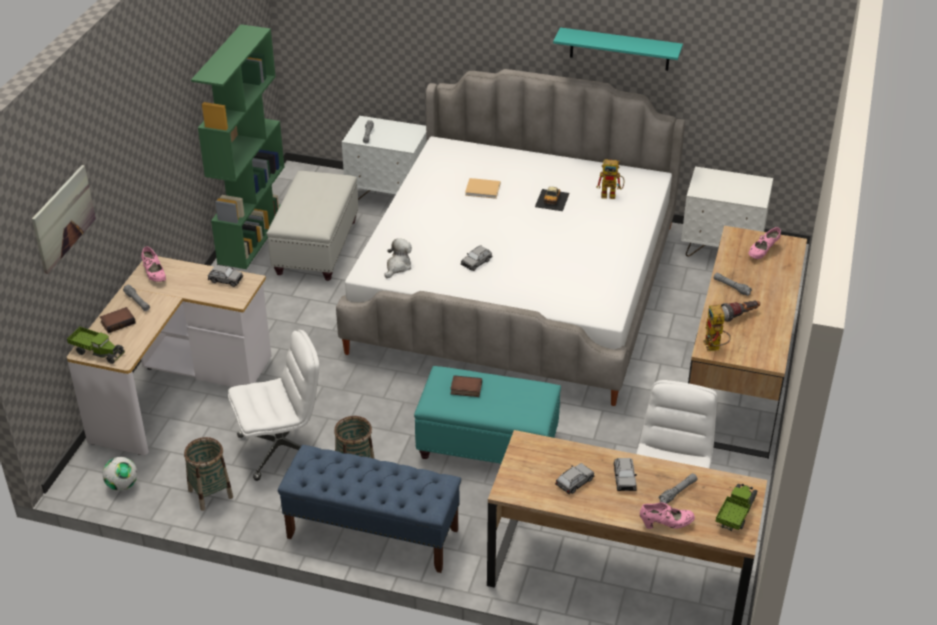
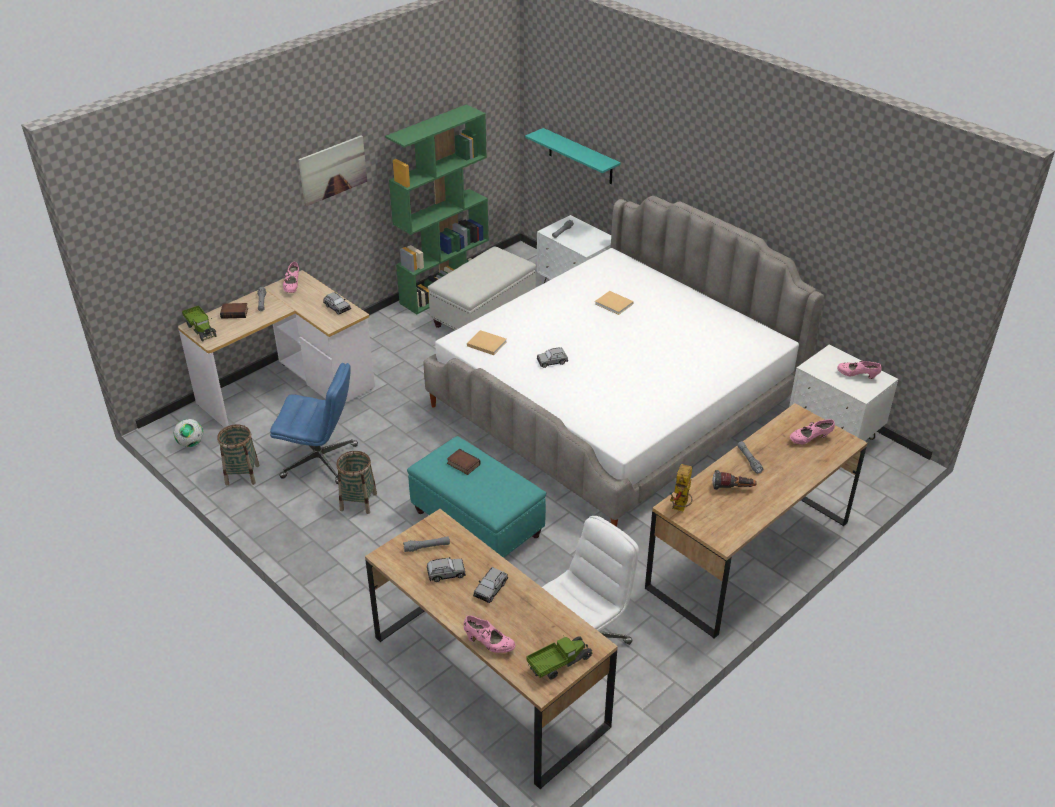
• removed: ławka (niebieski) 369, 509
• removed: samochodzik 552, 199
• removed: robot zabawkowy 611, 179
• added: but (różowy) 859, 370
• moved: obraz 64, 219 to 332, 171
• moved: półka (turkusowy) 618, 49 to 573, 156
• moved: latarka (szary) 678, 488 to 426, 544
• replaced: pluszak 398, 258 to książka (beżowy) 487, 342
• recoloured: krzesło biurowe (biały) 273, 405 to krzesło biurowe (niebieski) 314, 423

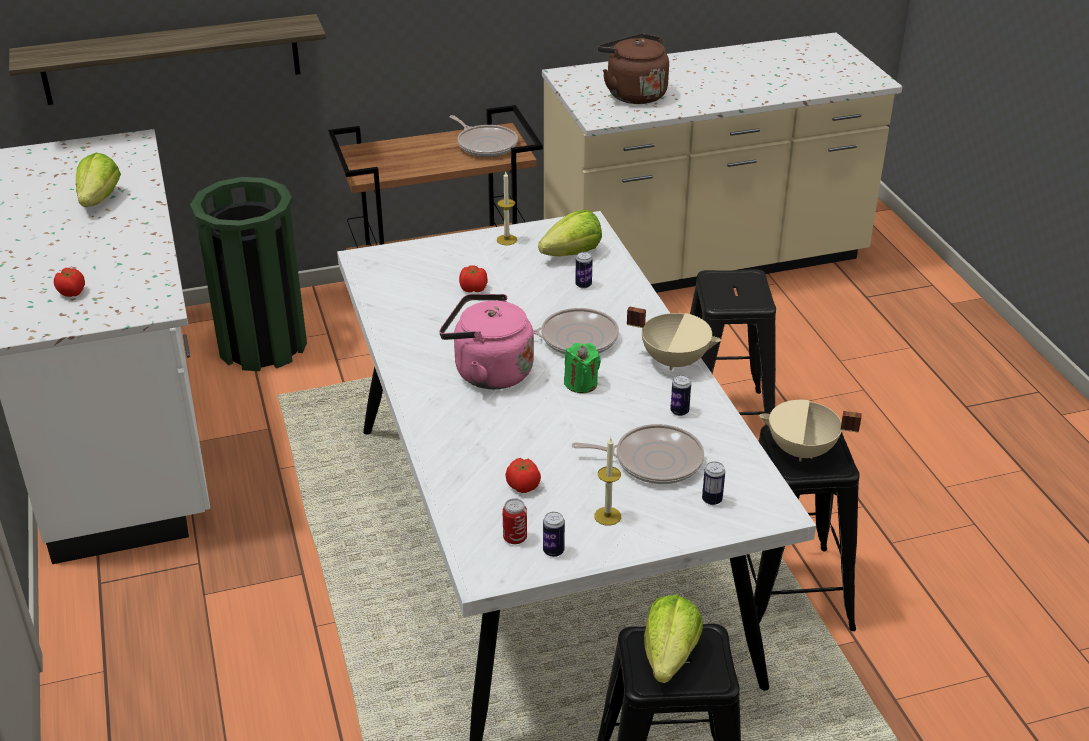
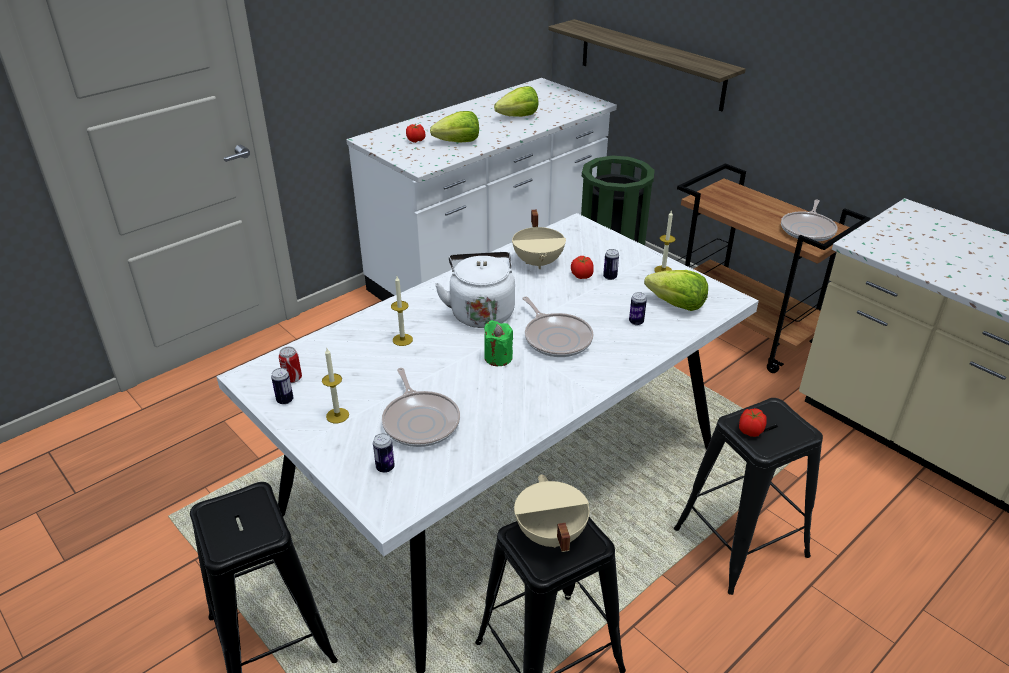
• removed: czajnik (brązowy) 633, 69
• added: świeca 402, 311
• moved: pomidor 523, 475 to 753, 422
• moved: garnek (beżowy) 674, 338 to 539, 239
• moved: sałata 673, 639 to 454, 127
• moved: puszka 680, 395 to 611, 264
• recoloured: czajnik (różowy) 486, 341 to czajnik (biały) 475, 290

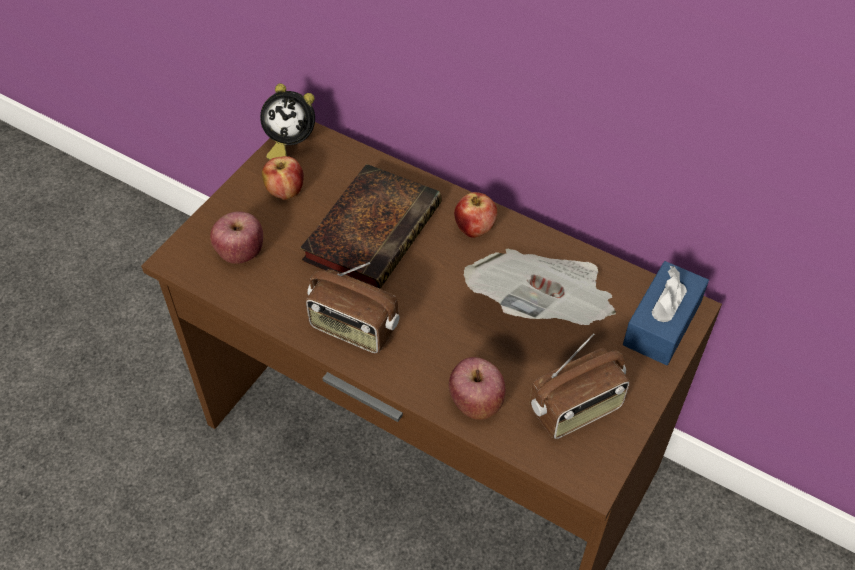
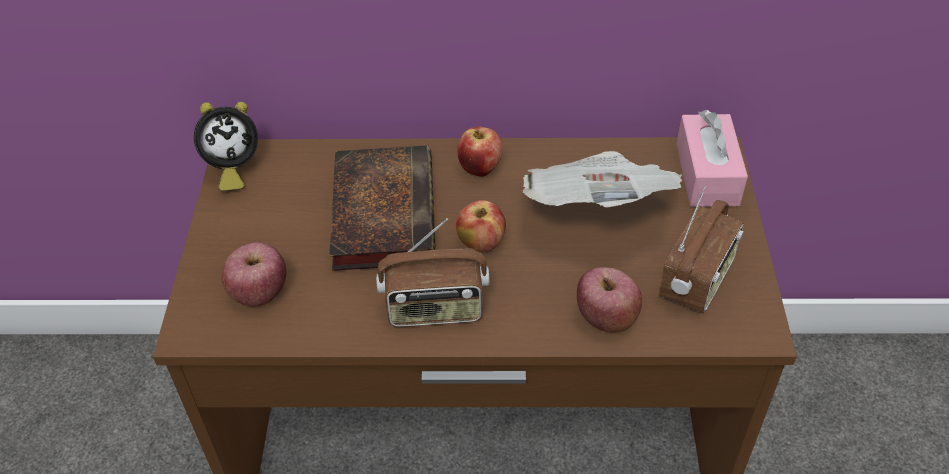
• moved: jabłko 283, 178 to 481, 226
• recoloured: pudełko chusteczek (niebieski) 666, 313 to pudełko chusteczek (różowy) 712, 158

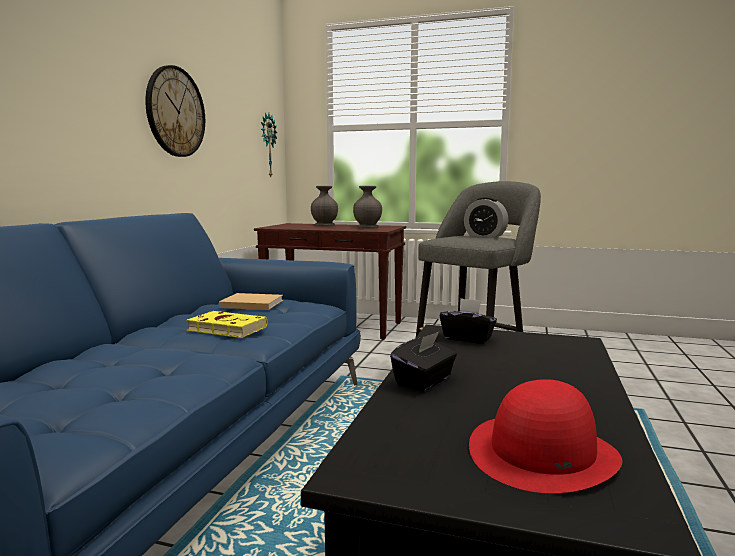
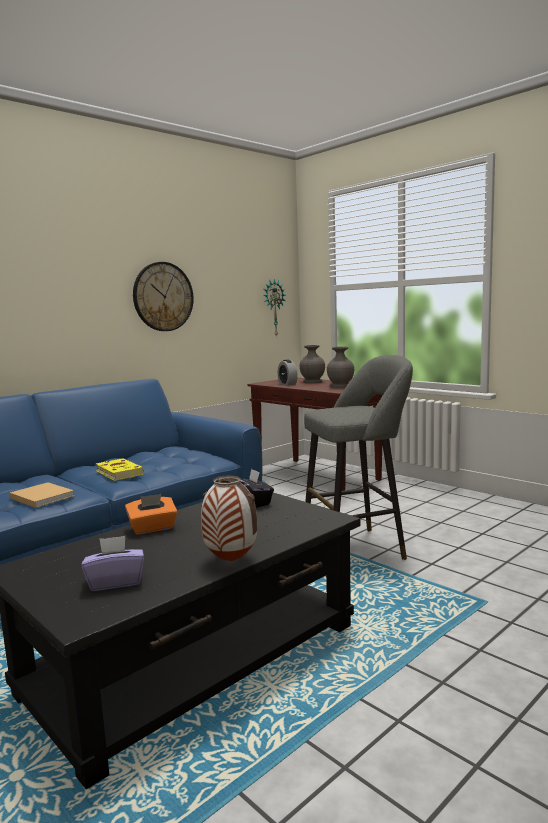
• added: wazon 229, 518
• moved: książka (beżowy) 251, 301 to 42, 495
• moved: budzik 486, 217 to 288, 372
• replaced: kapelusz (czerwony) 545, 436 to pudełko chusteczek (fioletowy) 112, 563
• recoloured: pudełko chusteczek (czarny) 423, 362 to pudełko chusteczek (pomarańczowy) 151, 514

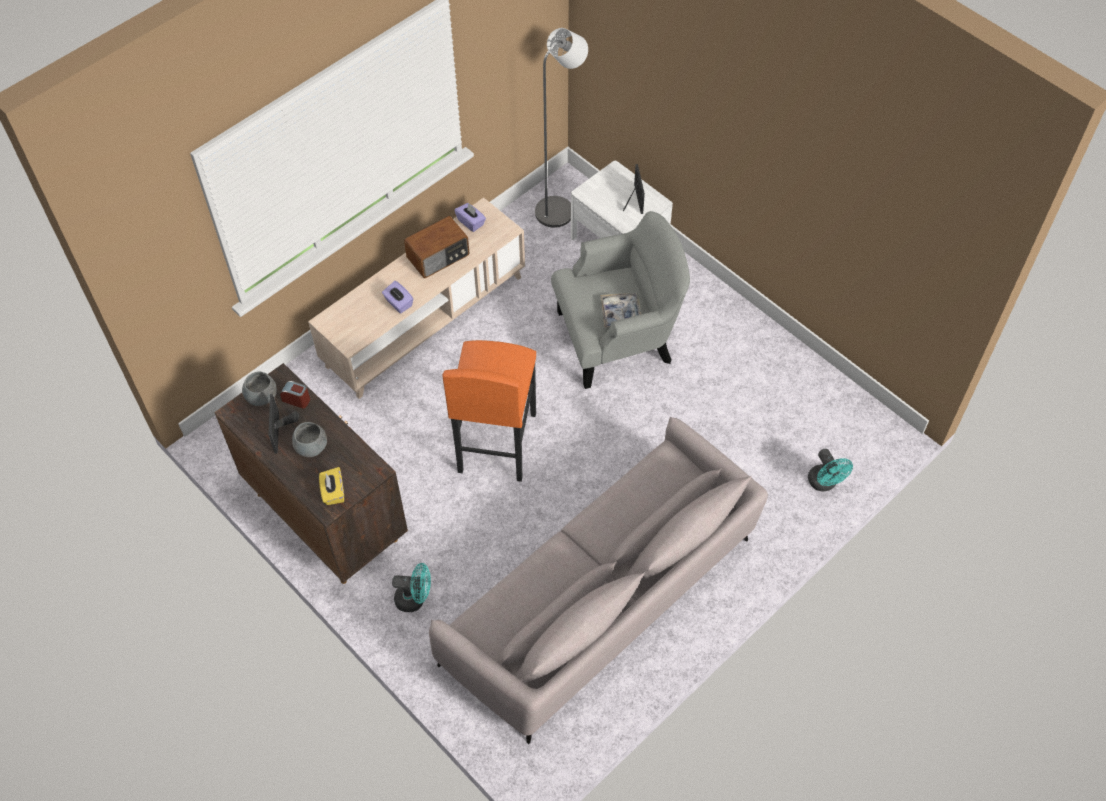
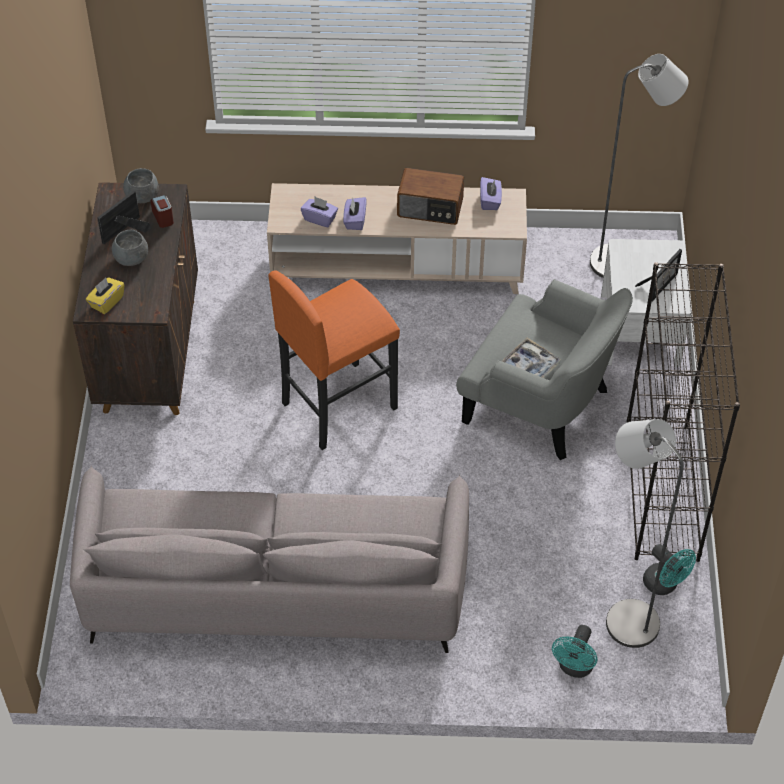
• added: pudełko chusteczek (fioletowy) 319, 212
• added: lampa stojąca (szary) 645, 533
• added: regał (czarny) 683, 412
• moved: wentylator (turkusowy) 411, 587 to 669, 569

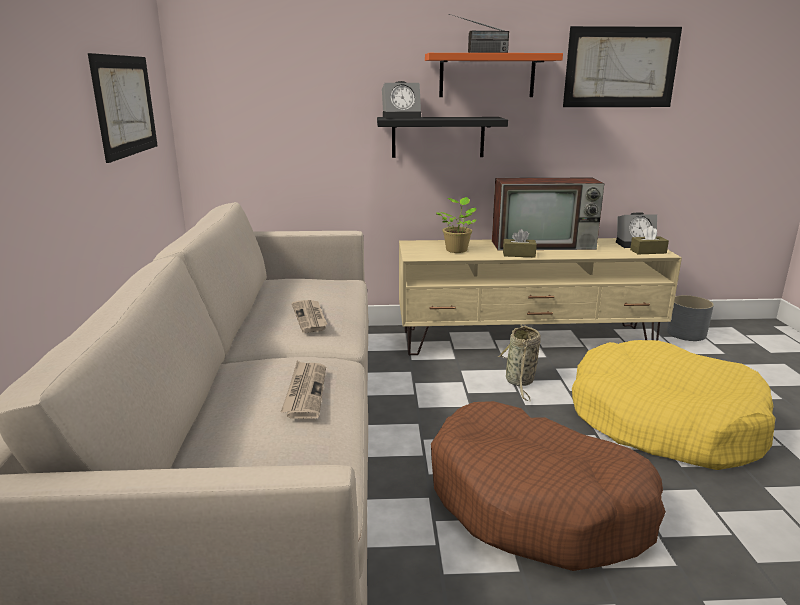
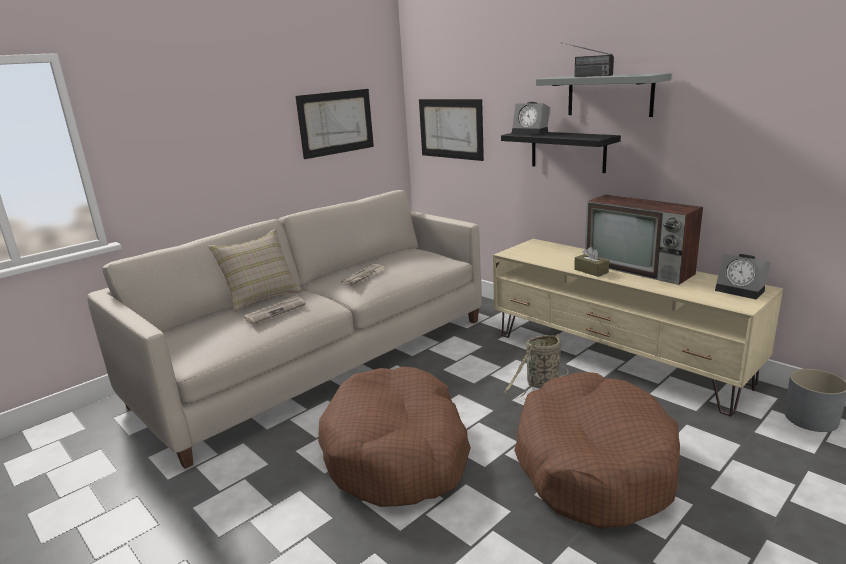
• removed: roślina doniczkowa 456, 225
• removed: pudełko chusteczek (brązowy) 649, 240
• added: poduszka (beżowy) 255, 270
• moved: obraz 622, 66 to 451, 130
• recoloured: półka (pomarańczowy) 494, 75 to półka (szary) 604, 95
• recoloured: legowisko (żółty) 673, 405 to legowisko (brązowy) 597, 450

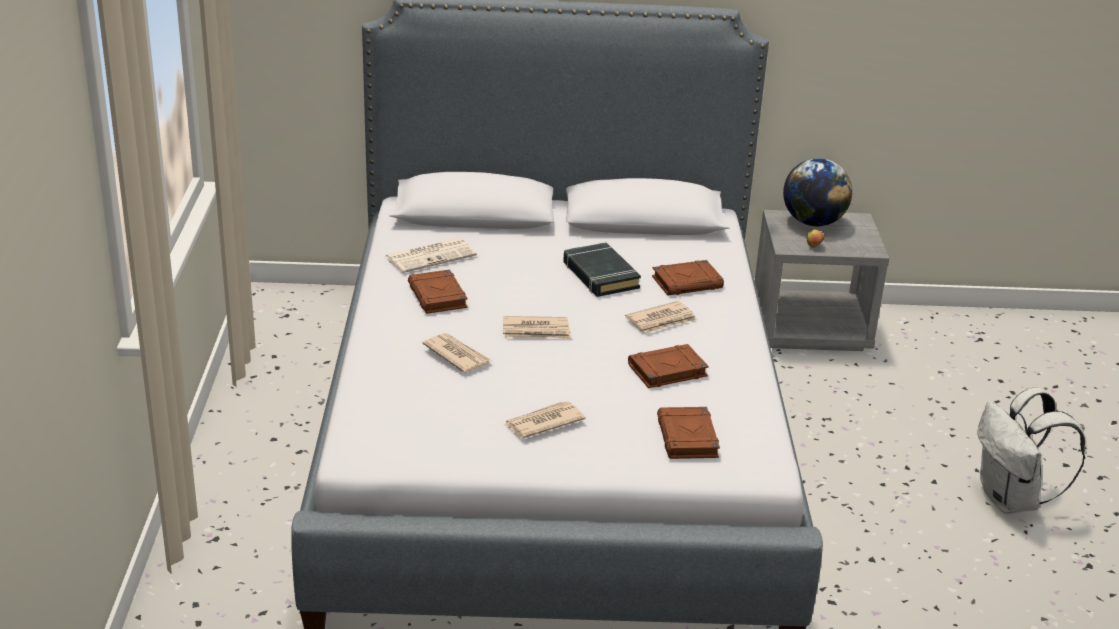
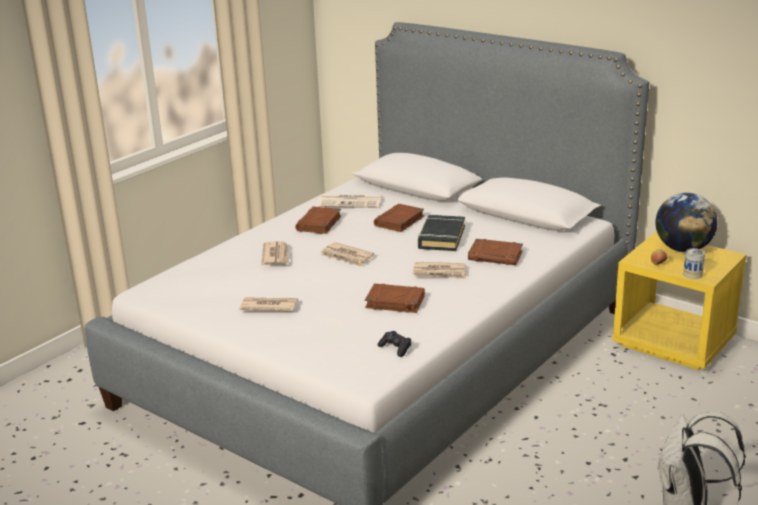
• added: pad do gier (czarny) 394, 344
• added: puszka 694, 263
• moved: książka (brązowy) 688, 433 to 399, 218
• recoloured: szafka nocna (szary) 822, 280 to szafka nocna (żółty) 679, 301

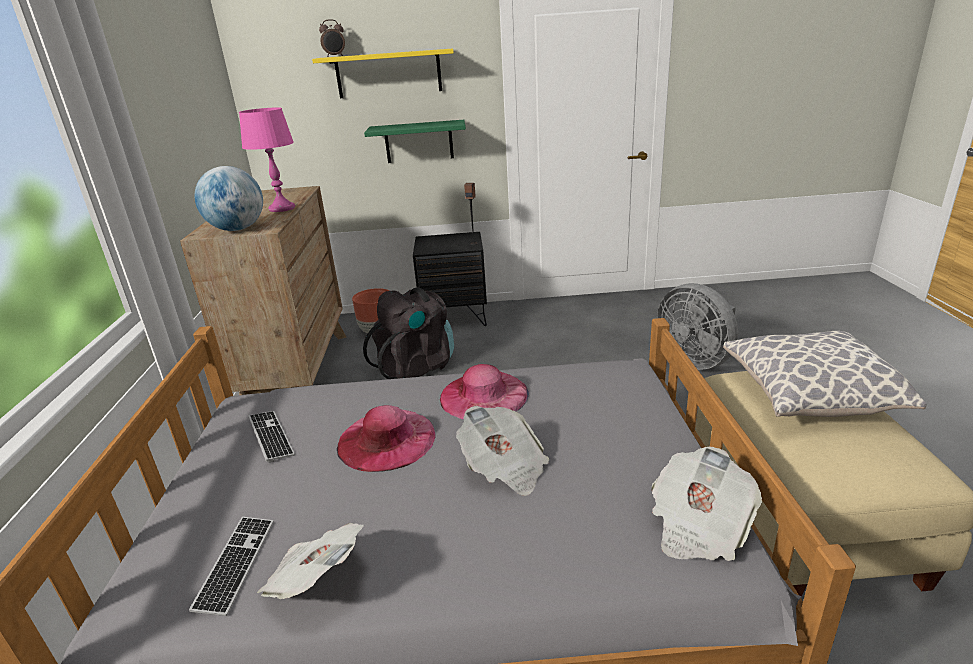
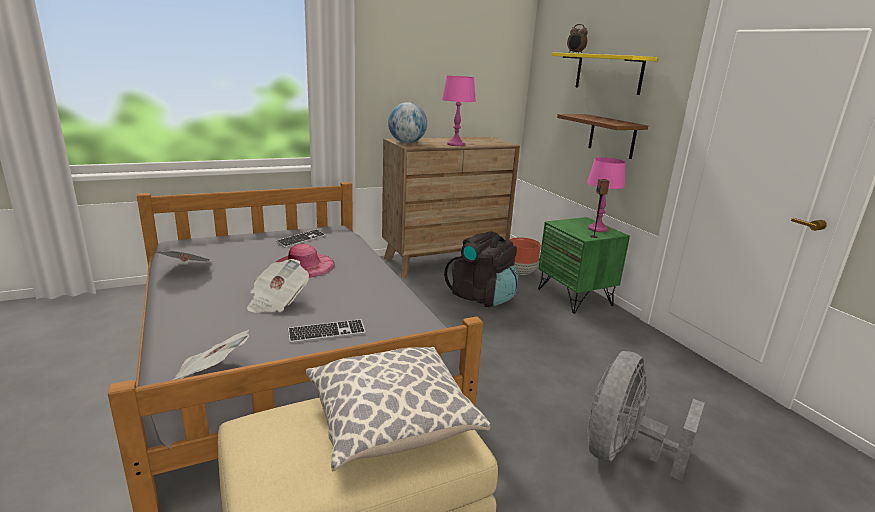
• removed: kapelusz (różowy) 484, 392
• added: lampa stołowa (różowy) 606, 195
• moved: klawiatura 231, 566 to 327, 331
• recoloured: półka (zielony) 415, 141 to półka (brązowy) 602, 136
• recoloured: szafka nocna (czarny) 450, 279 to szafka nocna (zielony) 584, 265

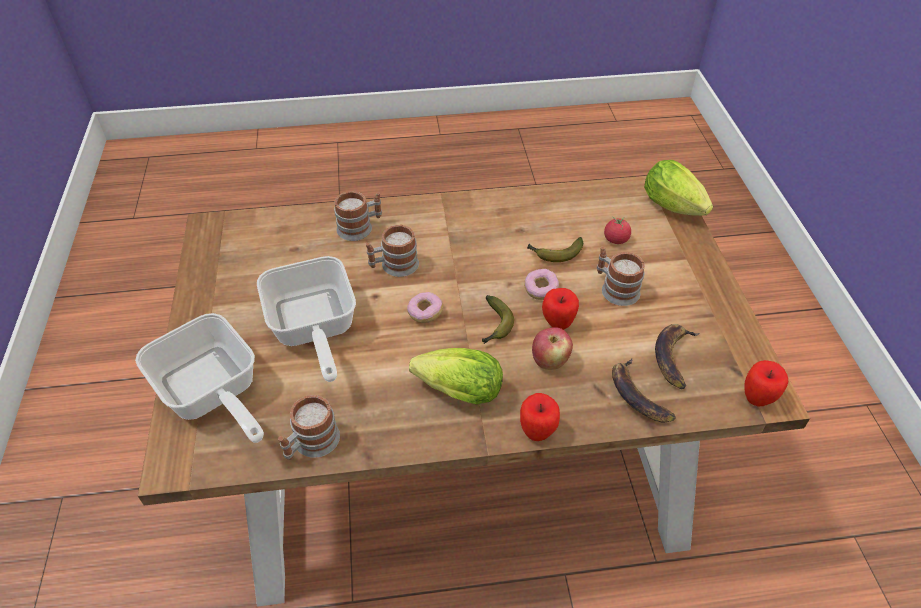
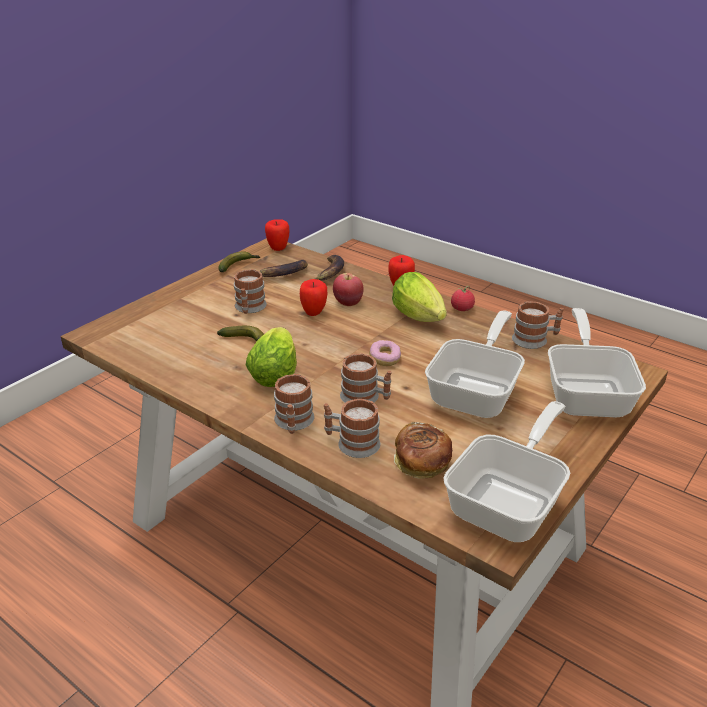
• removed: donut 541, 284
• added: kubek 294, 404
• added: chleb 423, 450
• added: patelnia 506, 471
• moved: banan 498, 319 to 239, 262
• moved: pomidor 617, 230 to 463, 298
• moved: sałata 678, 188 to 271, 357

